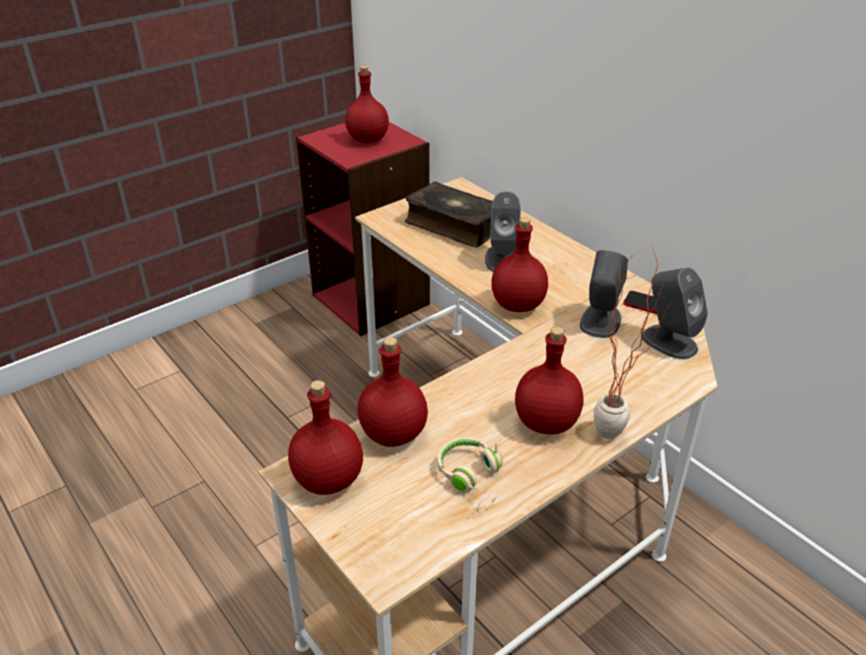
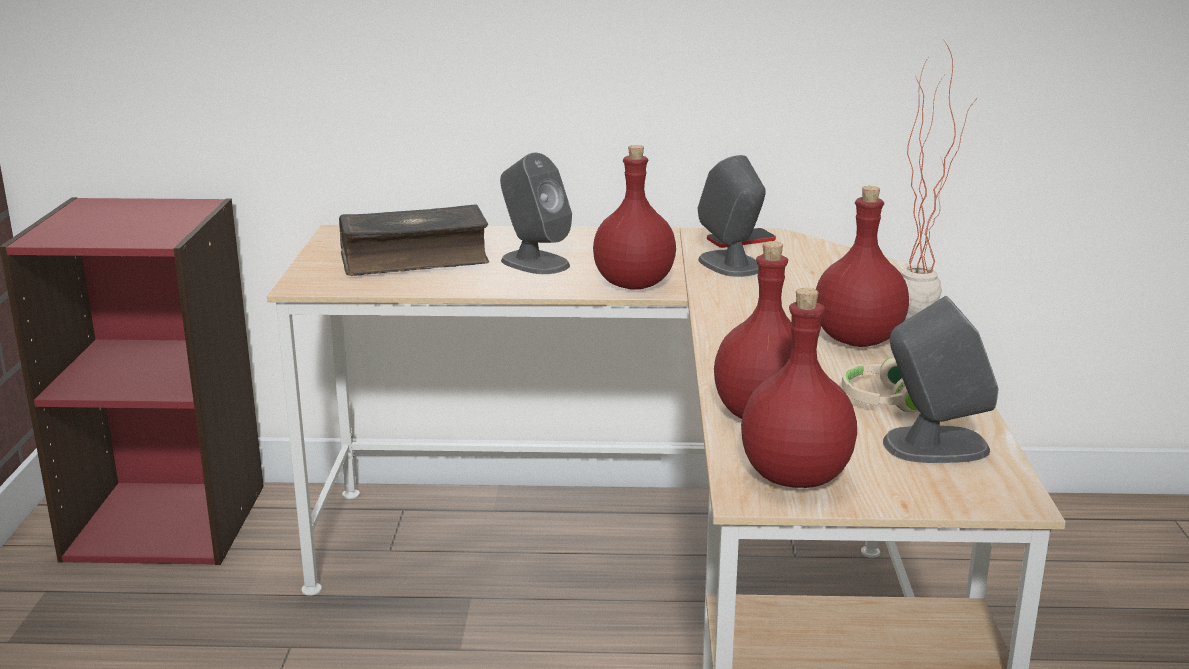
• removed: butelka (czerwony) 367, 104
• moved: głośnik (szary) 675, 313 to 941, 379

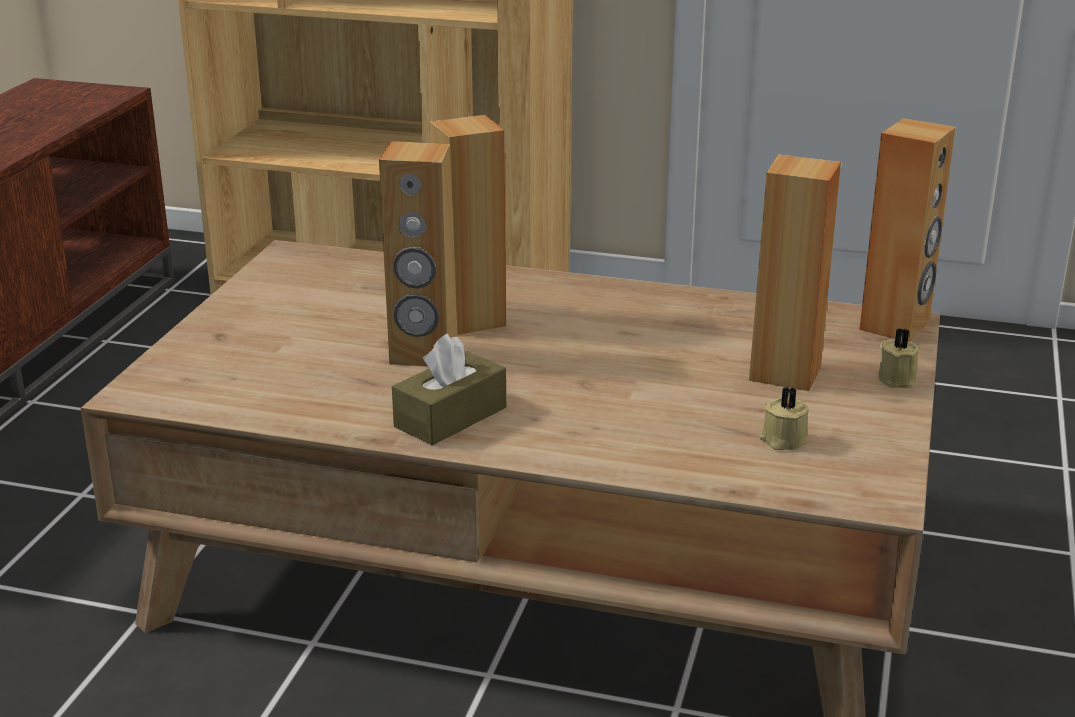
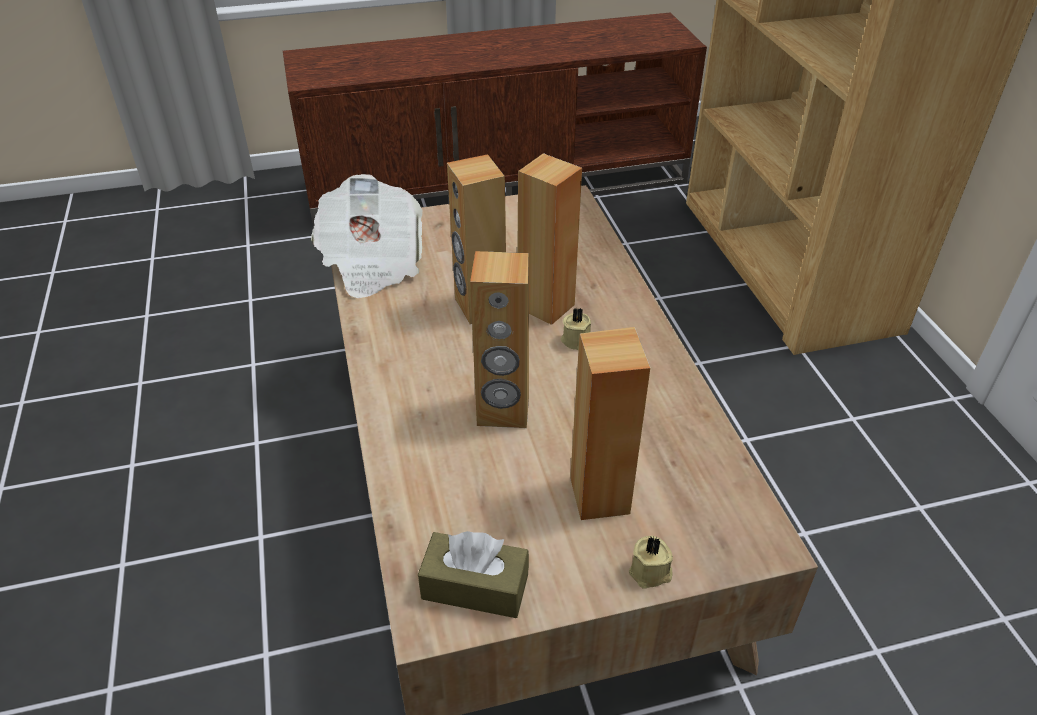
• added: gazeta 367, 236
• moved: pudełko chusteczek (brązowy) 449, 389 to 473, 574
• moved: świeca (beżowy) 783, 418 to 576, 328
• moved: głośnik (brązowy) 907, 230 to 499, 339

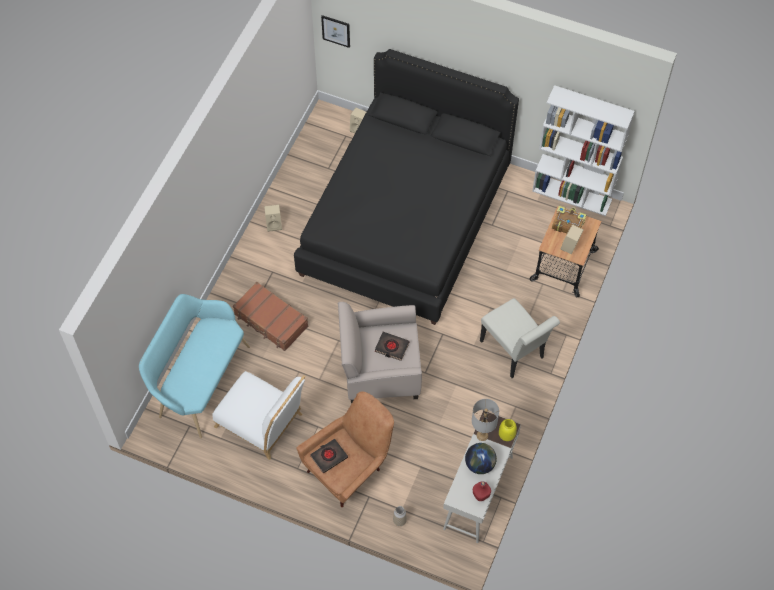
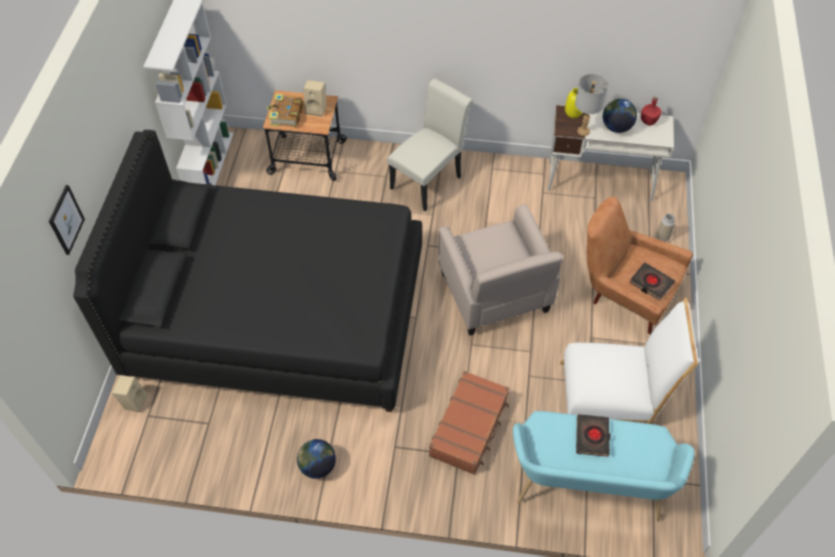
• moved: obraz 335, 31 to 67, 220
• moved: książka (czarny) 392, 346 to 593, 435
• replaced: głośnik (beżowy) 273, 218 to globus 316, 459
• turned: krzesło (biały) 259, 415 = 629, 361 75 degrees clockwise

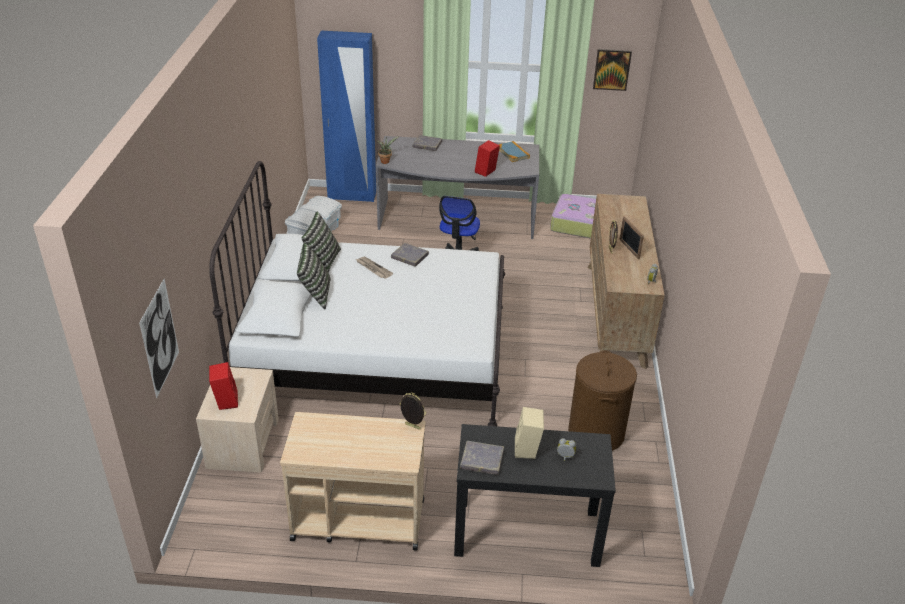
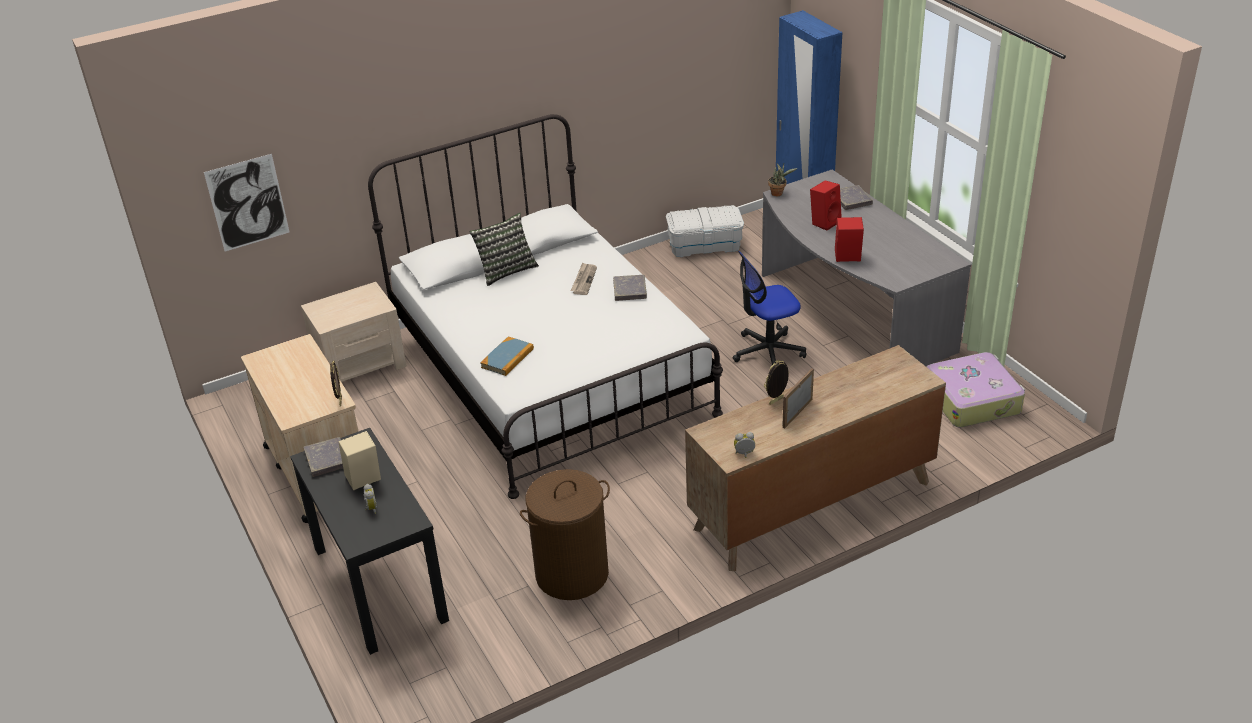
• removed: poduszka 321, 242
• removed: obraz 612, 70
• moved: głośnik (czerwony) 223, 386 to 826, 205
• moved: książka 514, 151 to 507, 356

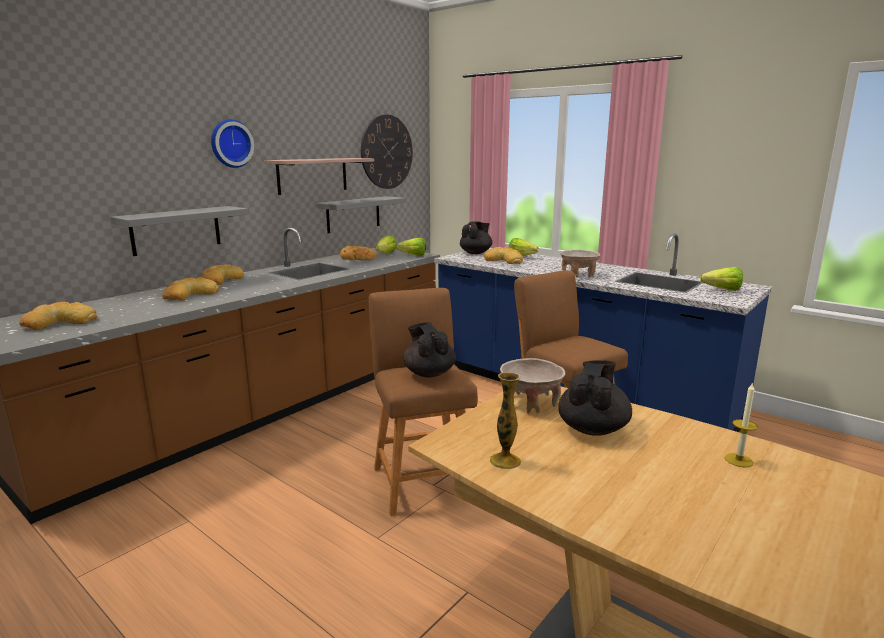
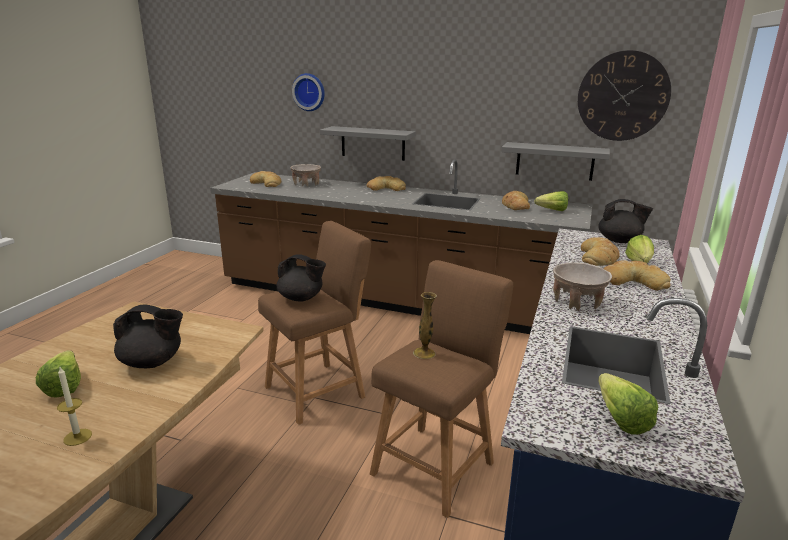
• removed: półka 319, 176
• moved: chleb 190, 289 to 637, 275
• moved: zegar ścienny 232, 143 to 308, 92
• moved: sałata 411, 247 to 58, 373
• moved: wazon 505, 420 to 425, 325
• moved: miska (beżowy) 532, 386 to 306, 175
• turned: imbryk (czarny) 429, 349 = 301, 278 60 degrees clockwise

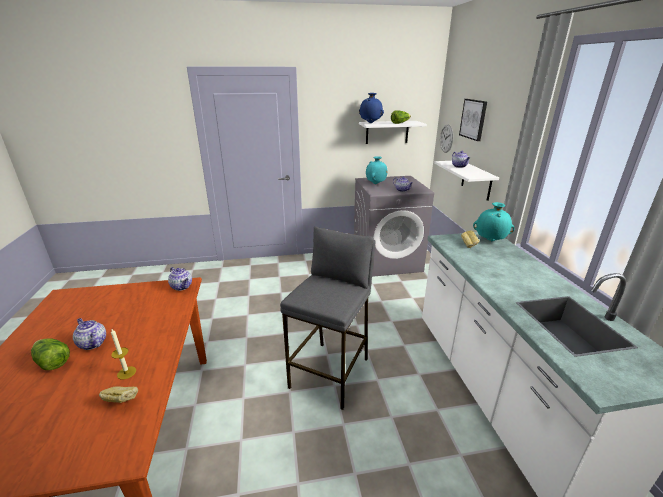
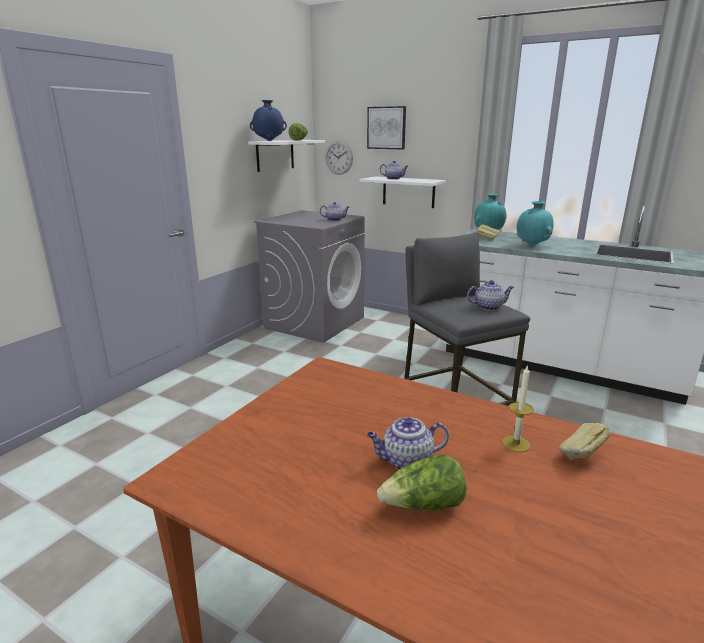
• moved: imbryk 180, 279 to 490, 295
• moved: wazon (turkusowy) 377, 170 to 535, 223

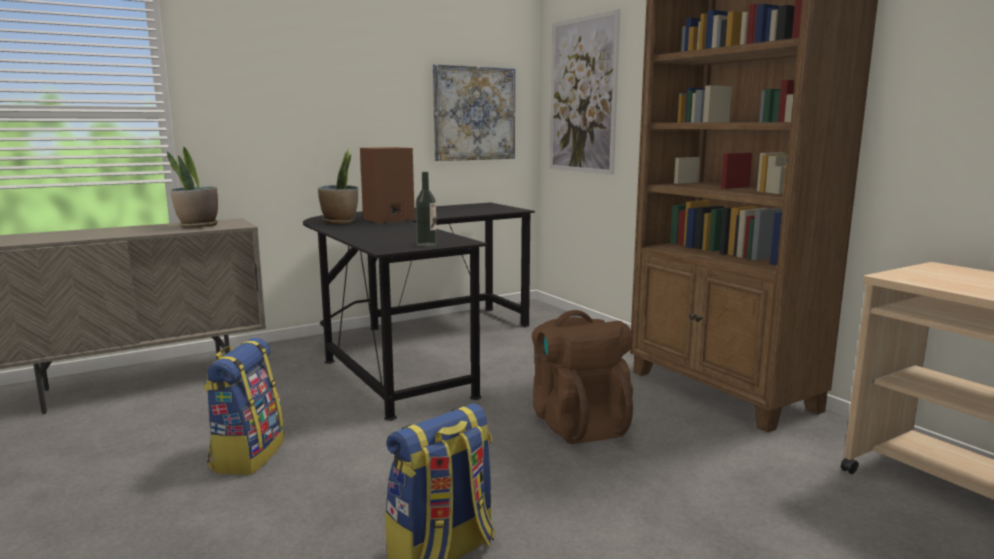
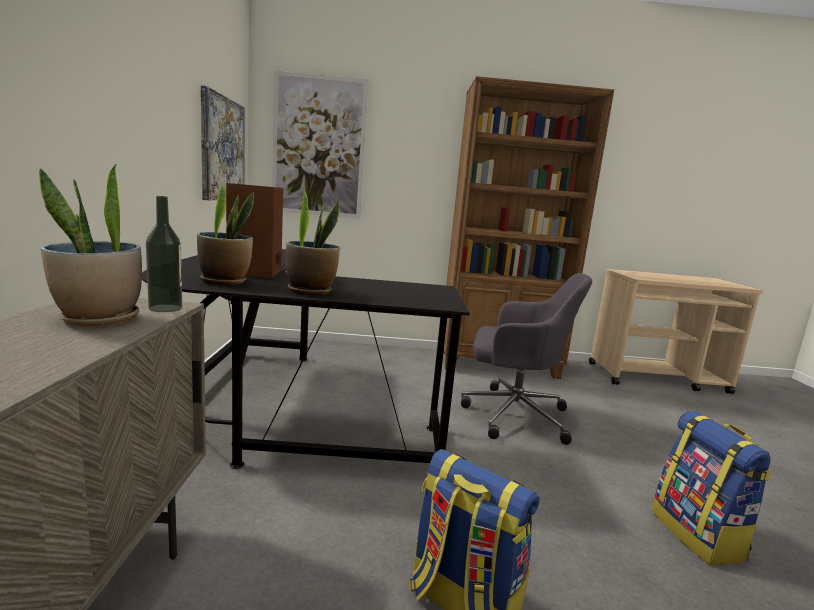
• added: roślina doniczkowa 313, 243
• moved: butelka 426, 209 to 164, 254
• replaced: plecak (brązowy) 582, 377 to krzesło biurowe (szary) 526, 359

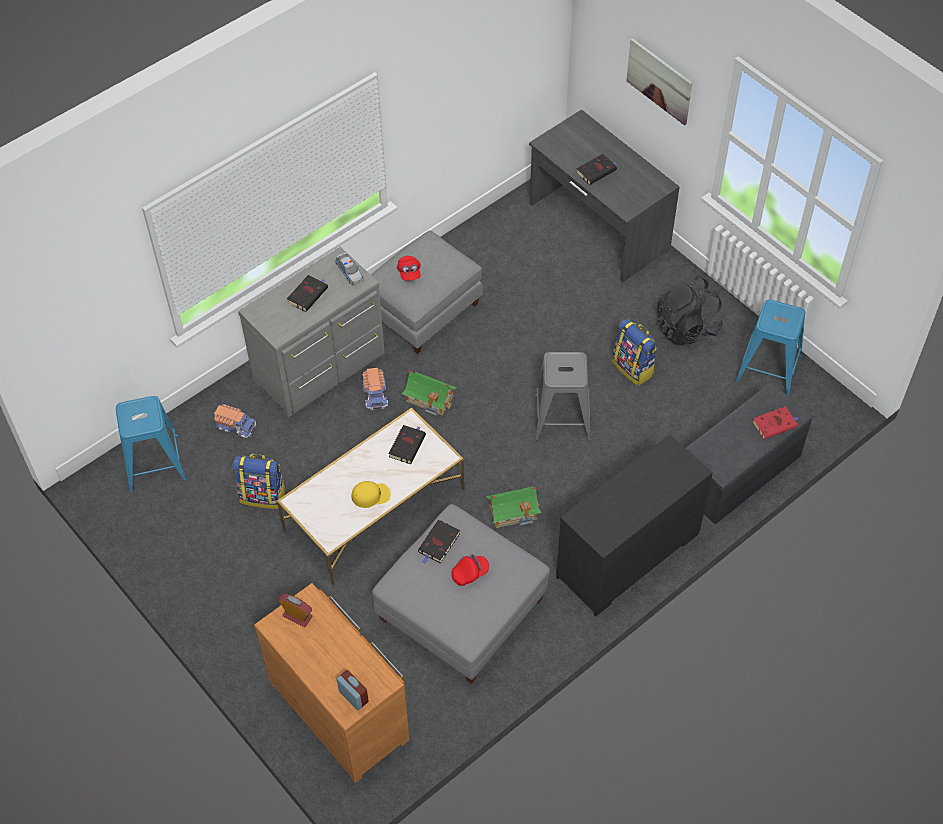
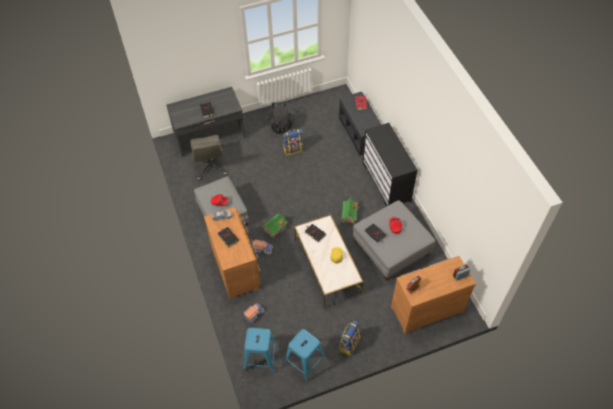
• removed: stołek (szary) 562, 396
• removed: obraz 659, 81
• added: krzesło biurowe (szary) 208, 157
• moved: plecak 259, 481 to 349, 338
• moved: stołek (niebieski) 770, 347 to 305, 355
• recoloured: komoda (szary) 311, 332 to komoda (brązowy) 232, 253

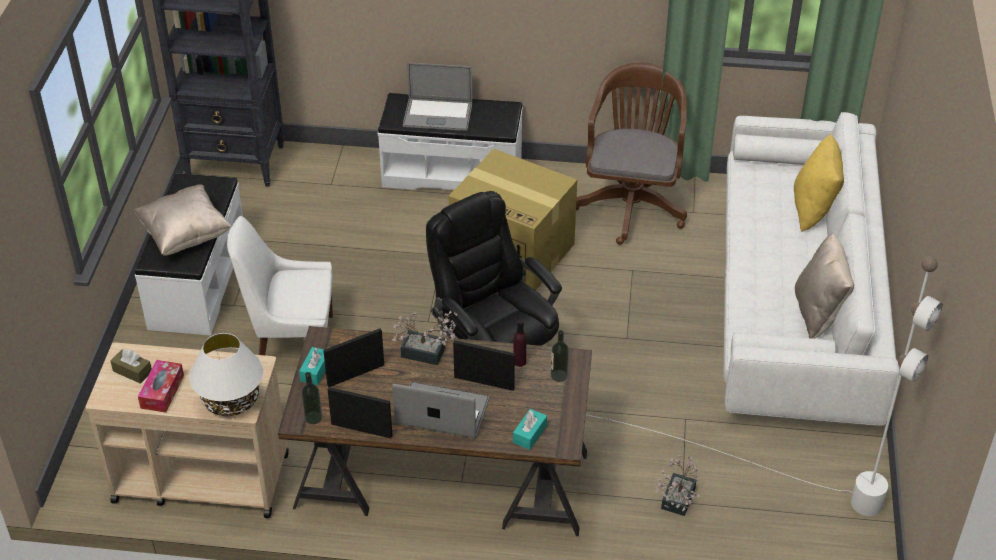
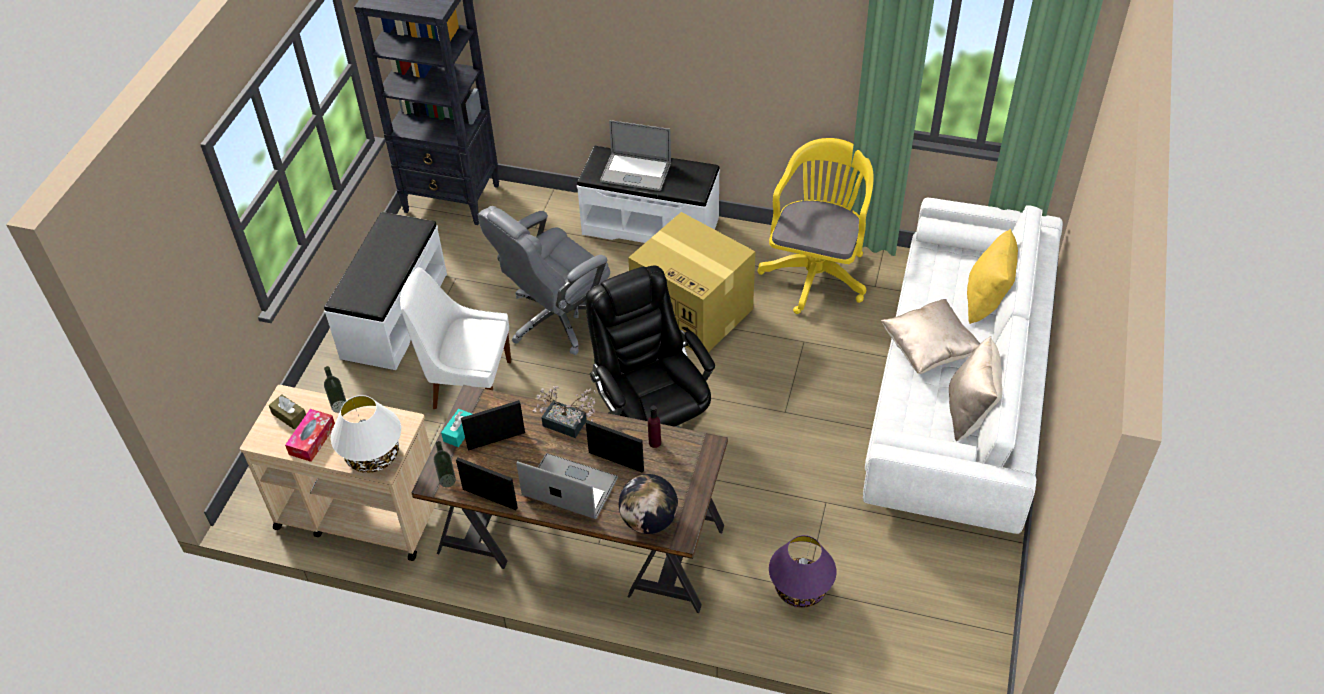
• removed: lampa stojąca (biały) 765, 386
• added: krzesło biurowe (szary) 544, 280
• moved: poduszka (beżowy) 182, 220 to 930, 336
• moved: butelka 560, 356 to 335, 389
• replaced: pudełko chusteczek (turkusowy) 530, 429 to globus 648, 504
• replaced: roślina doniczkowa 677, 485 to lampa stołowa (fioletowy) 802, 571
• recoloured: krzesło biurowe (brązowy) 631, 153 to krzesło biurowe (żółty) 815, 226

